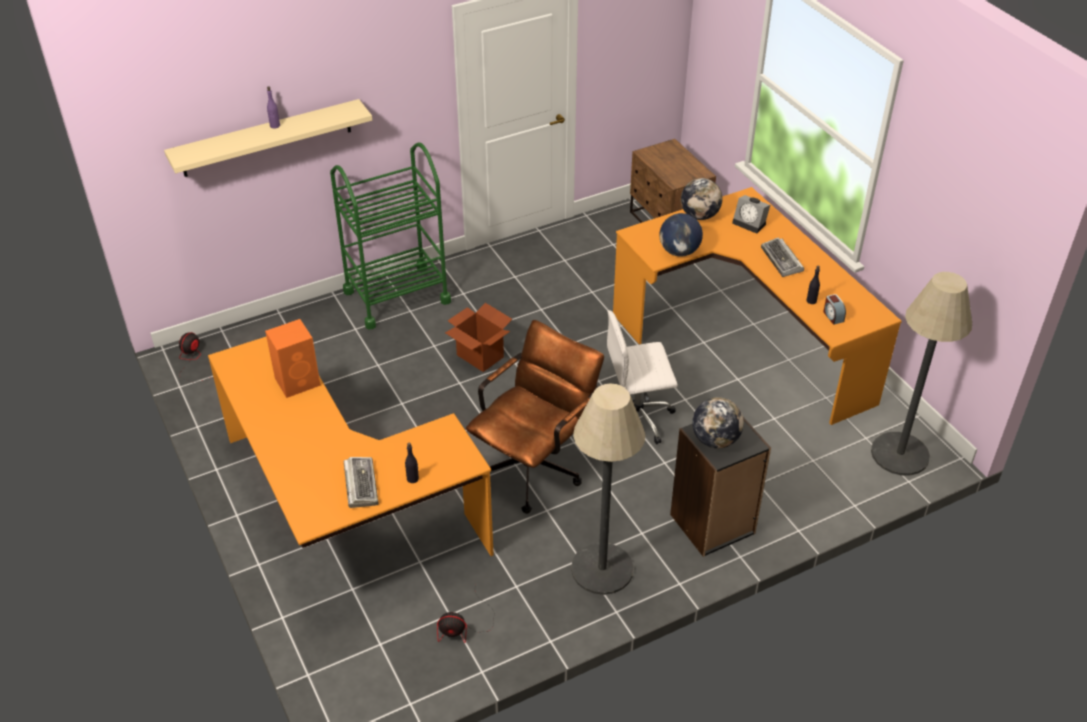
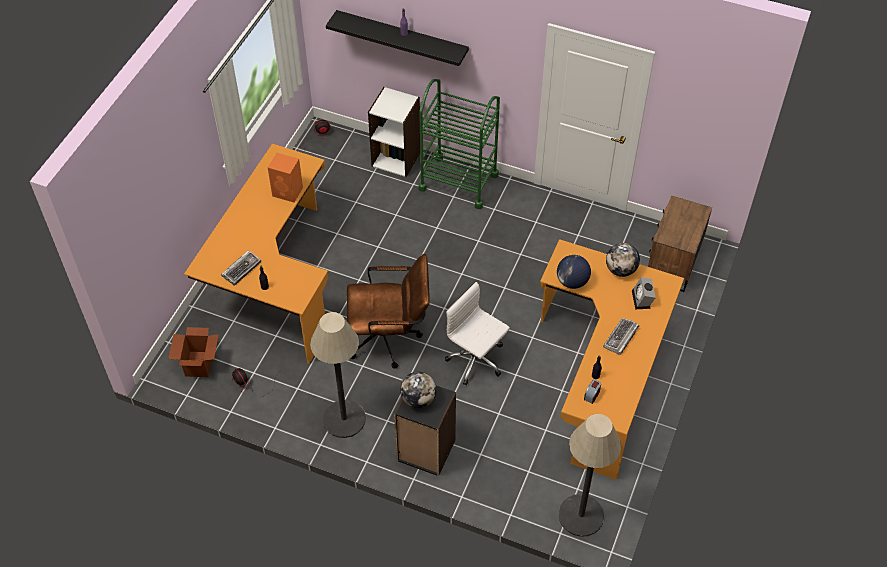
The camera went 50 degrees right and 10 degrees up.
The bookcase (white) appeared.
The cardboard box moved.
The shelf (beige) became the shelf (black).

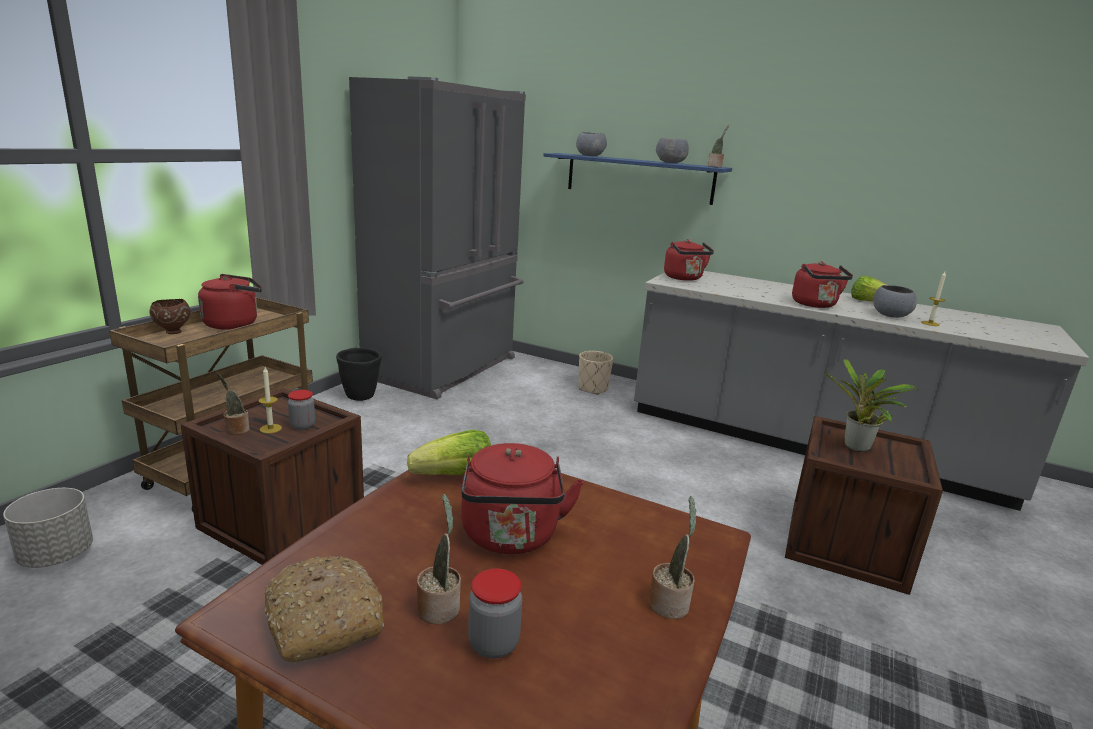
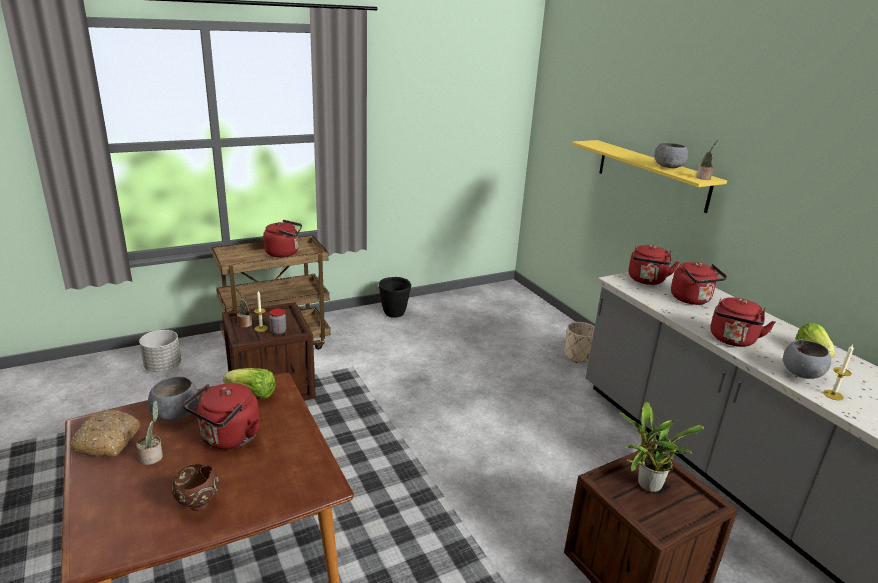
The camera went 35 degrees right and 5 degrees up.
The fridge (grey) disappeared.
The jar (no. 2 from left) disappeared.
The potted plant (no. 3 from left) disappeared.
The kettle (red) (no. 4 from left) appeared.
The bowl (brown) moved.
The bowl (grey) (no. 1 from left) moved.
The shelf (blue) became the shelf (yellow).

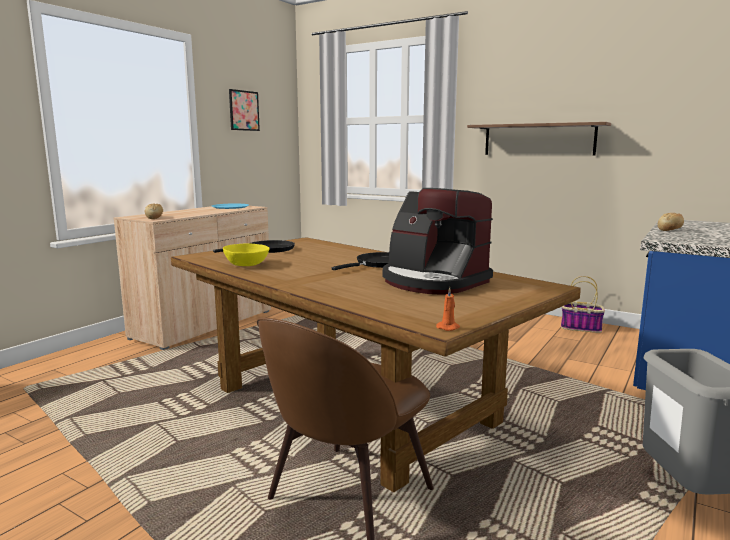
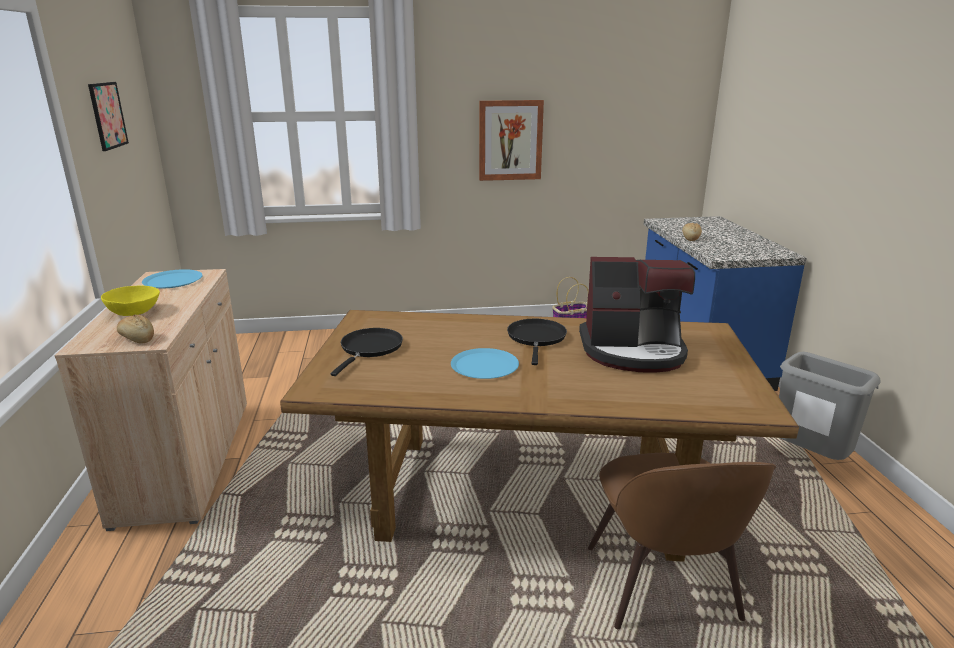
The camera went 40 degrees left and 10 degrees up.
The candle (orange) disappeared.
The plate (blue) (no. 2 from left) appeared.
The bowl (yellow) moved.
The shelf was replaced by the picture (no. 2 from left).

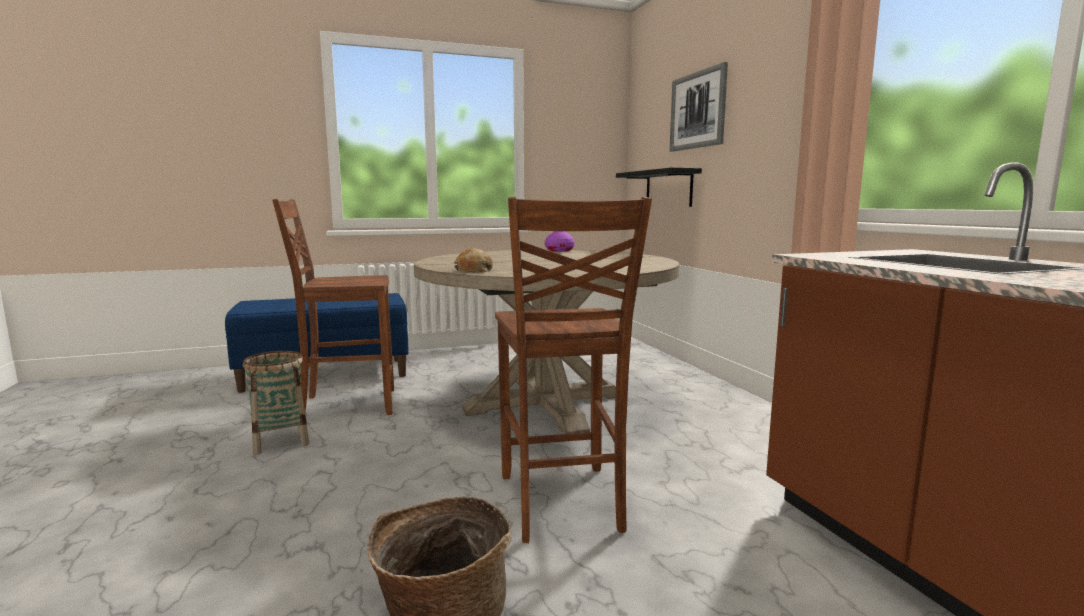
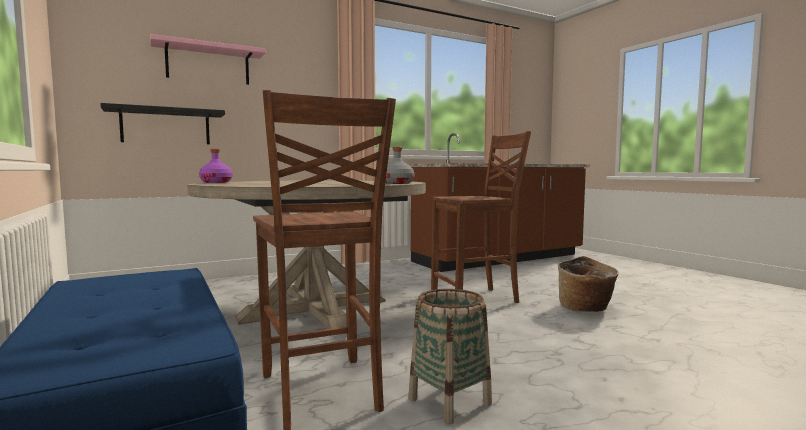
The camera went 100 degrees left and 5 degrees down.
The bread was replaced by the bottle (grey).
The picture was replaced by the shelf (pink).

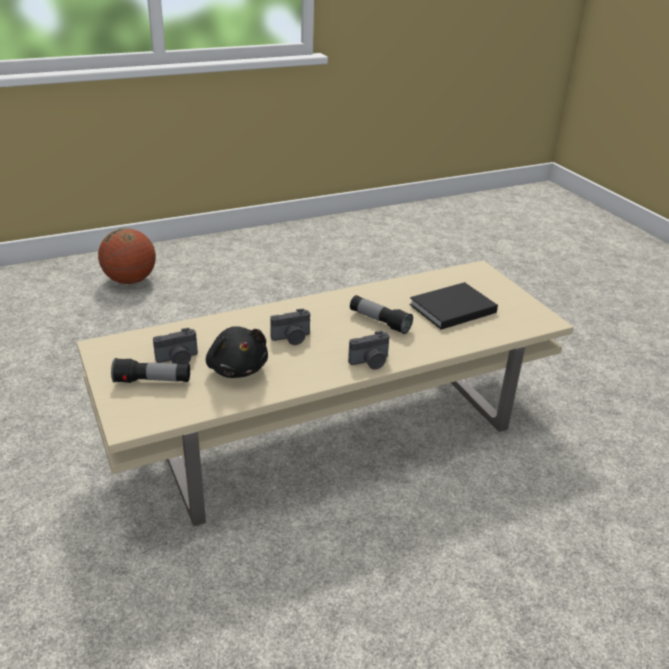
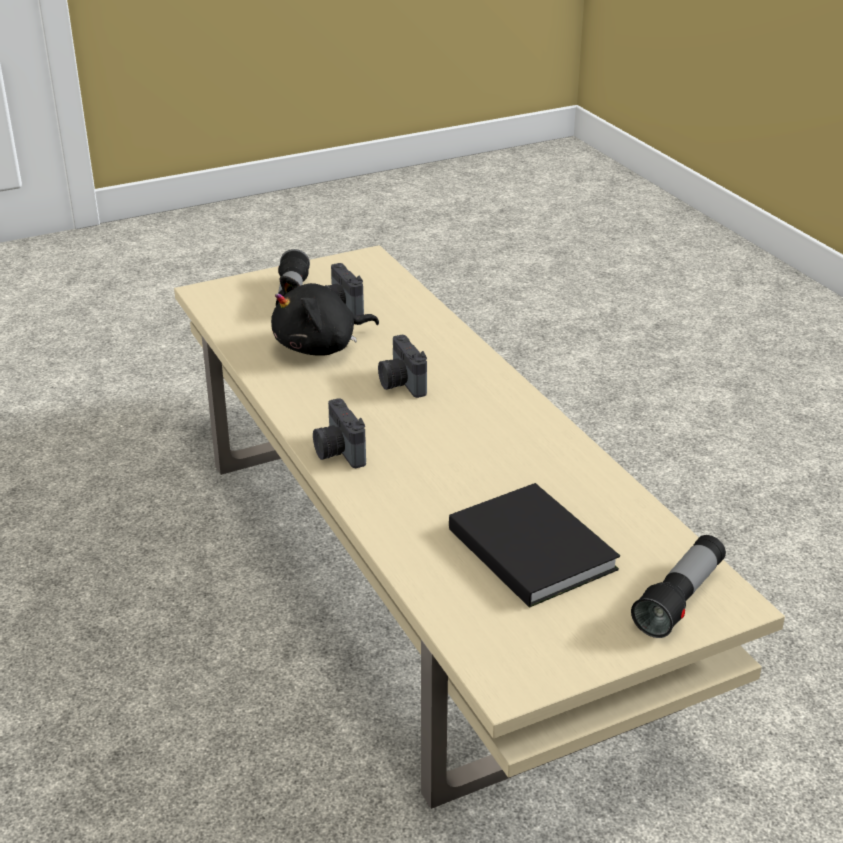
The camera went 90 degrees right and 0 degrees up.
The basketball disappeared.
The flashlight (no. 2 from left) moved.

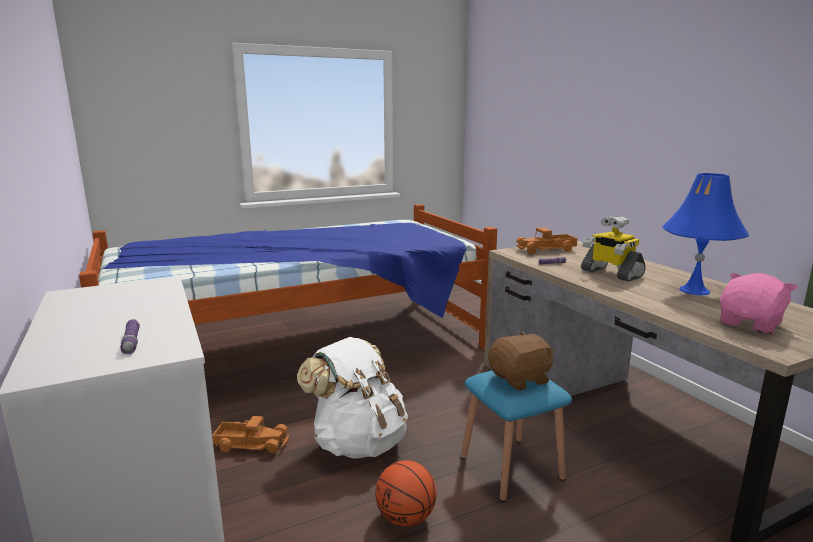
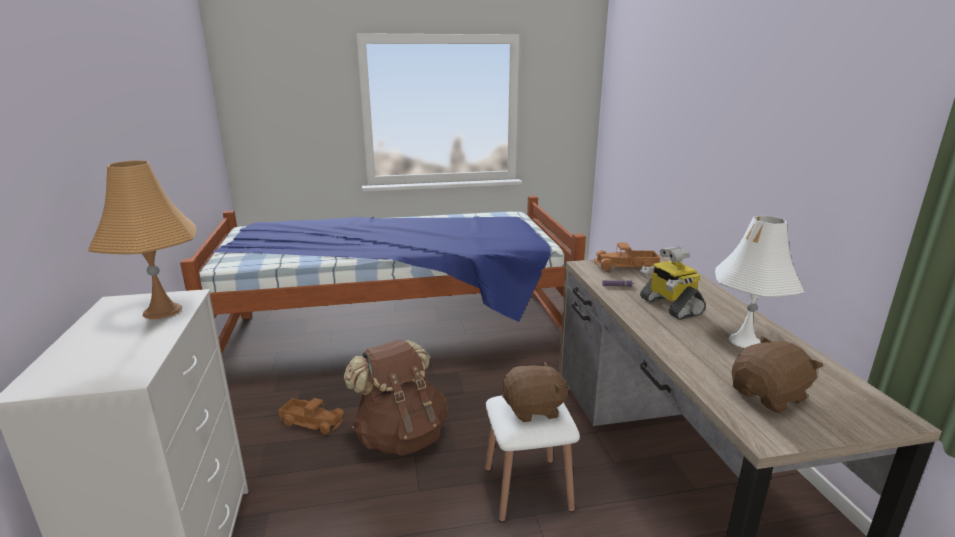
The camera went 15 degrees right and 5 degrees up.
The flashlight (purple) (no. 1 from left) disappeared.
The basketball disappeared.
The table lamp (orange) appeared.
The backpack (white) became the backpack (brown).
The stool (blue) became the stool (white).
The table lamp (blue) became the table lamp (white).
The plush toy (pink) became the plush toy (brown) (no. 2 from left).

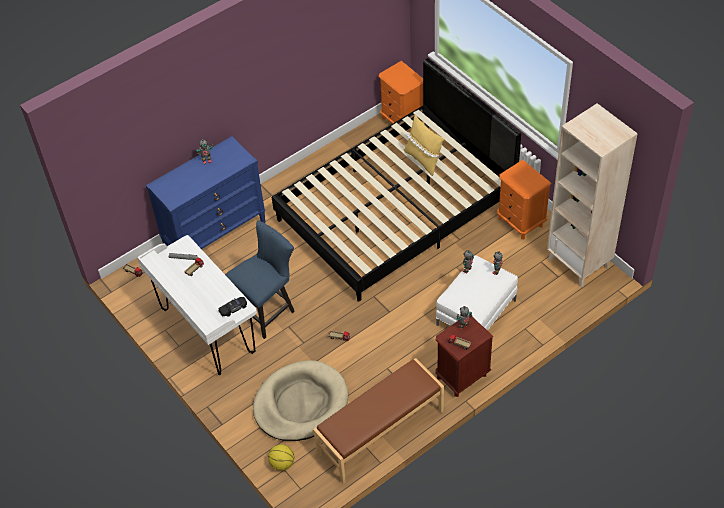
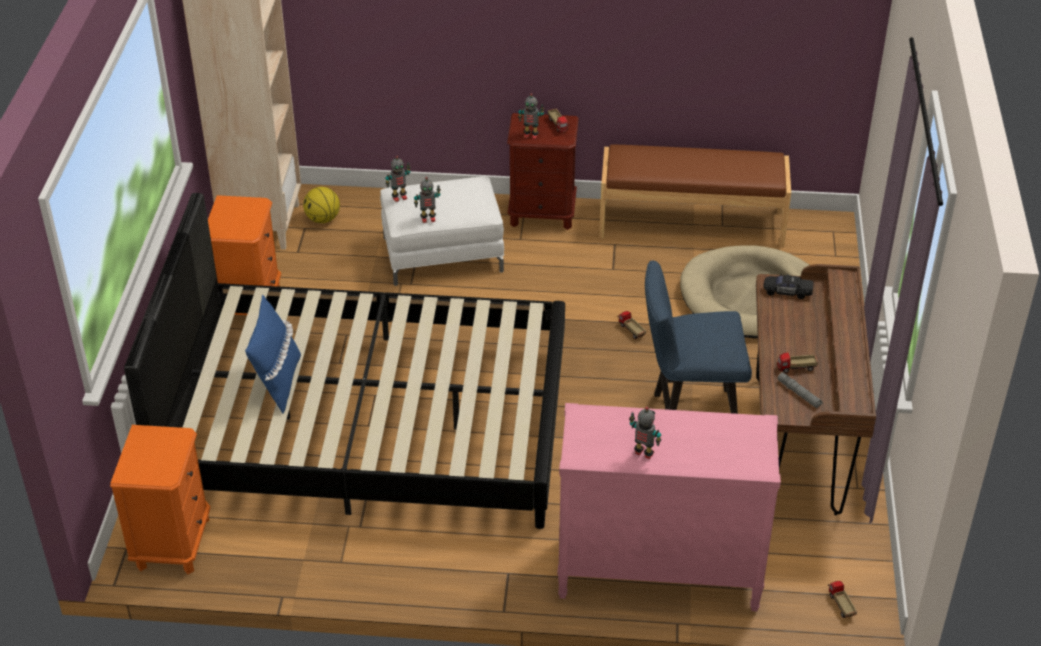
The camera went 140 degrees left and 10 degrees down.
The basketball moved.
The desk (white) became the desk (brown).
The dresser (blue) became the dresser (pink).
The pillow (yellow) became the pillow (blue).

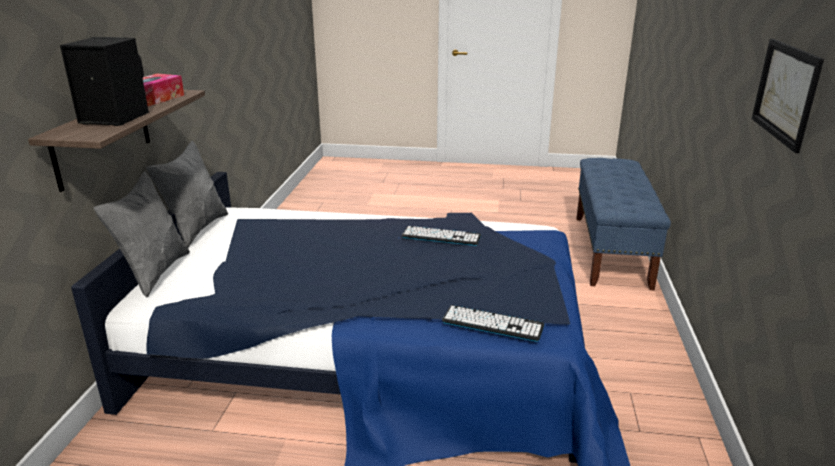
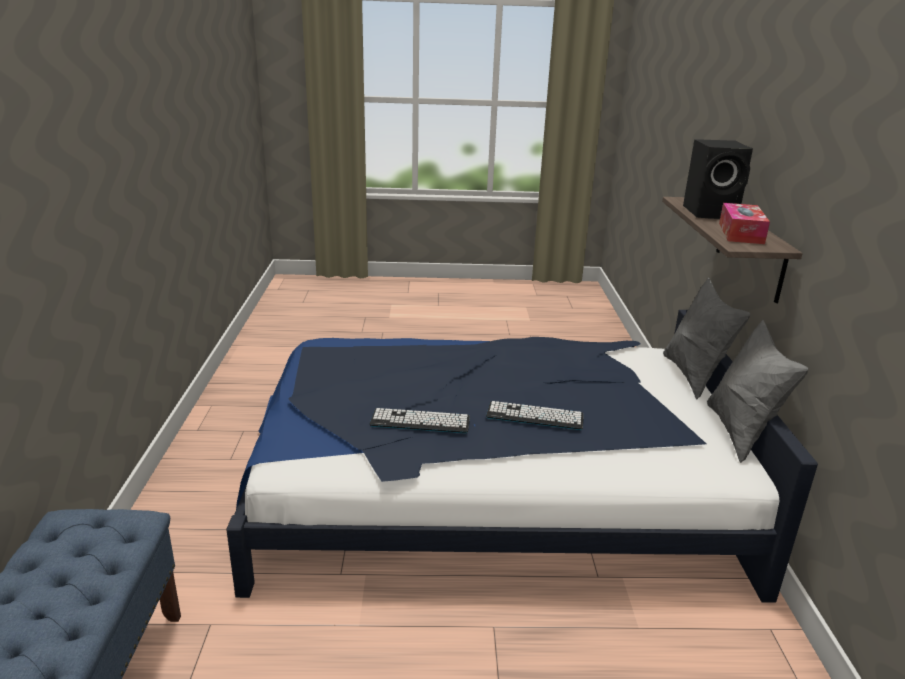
The camera went 170 degrees right and 0 degrees up.
The picture disappeared.
The keyboard (no. 2 from left) moved.

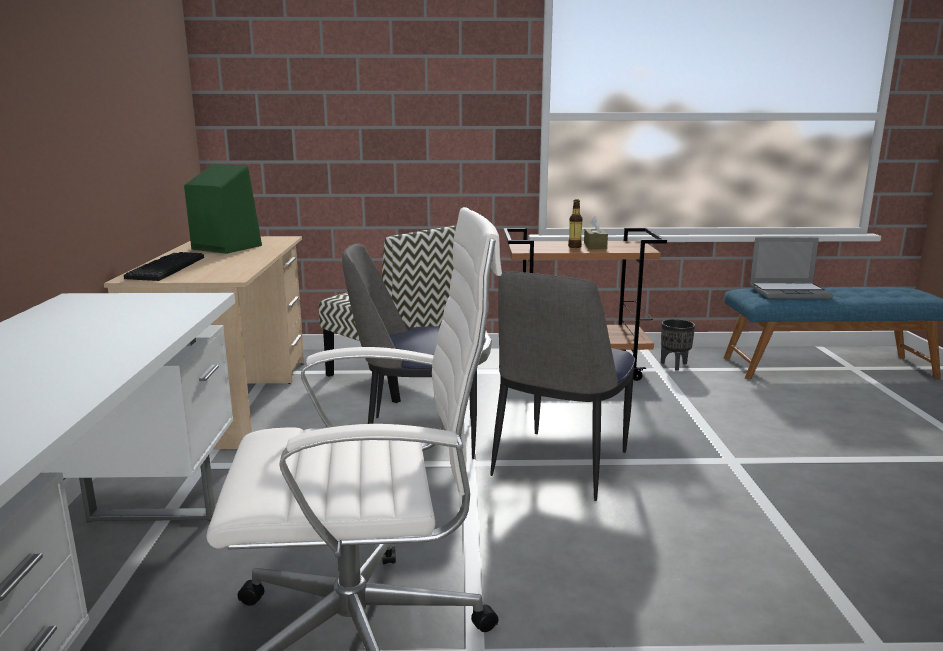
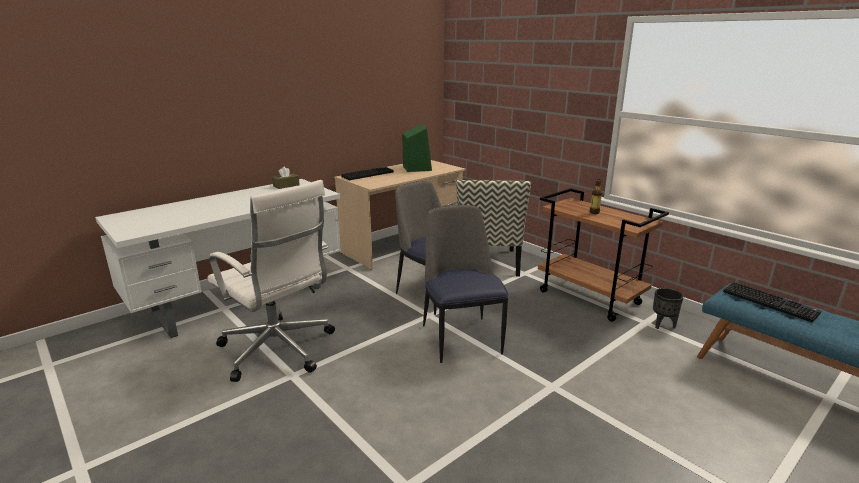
The camera went 50 degrees right and 5 degrees up.
The tissue box (brown) moved.
The laptop was replaced by the keyboard (no. 2 from left).
The chair (no. 3 from left in the first image) turned 90 degrees clockwise.

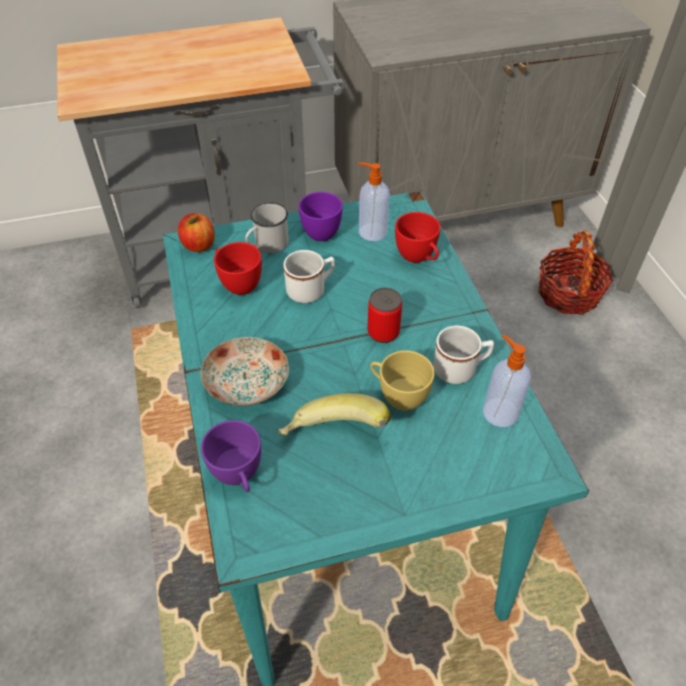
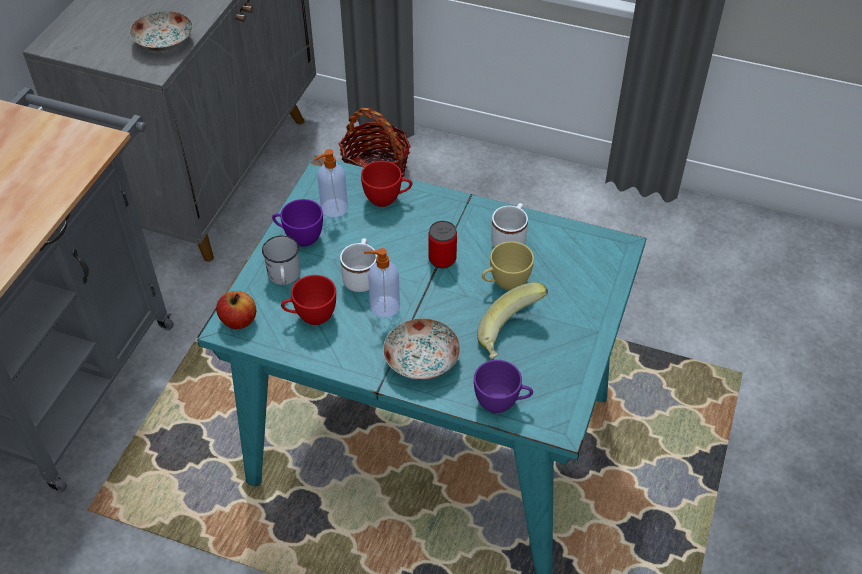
The camera went 55 degrees left and 0 degrees up.
The plate (no. 1 from left) appeared.
The soap dispenser (no. 2 from left) moved.

